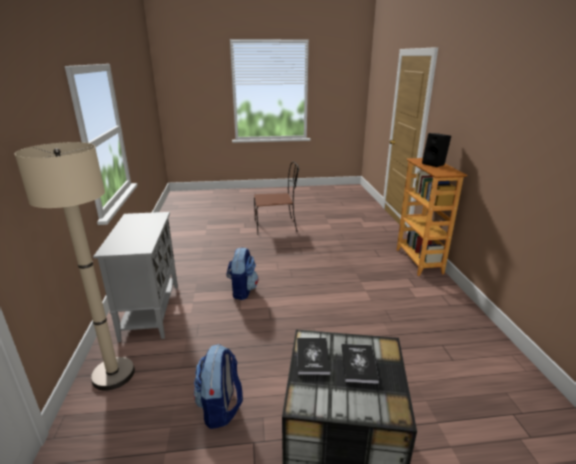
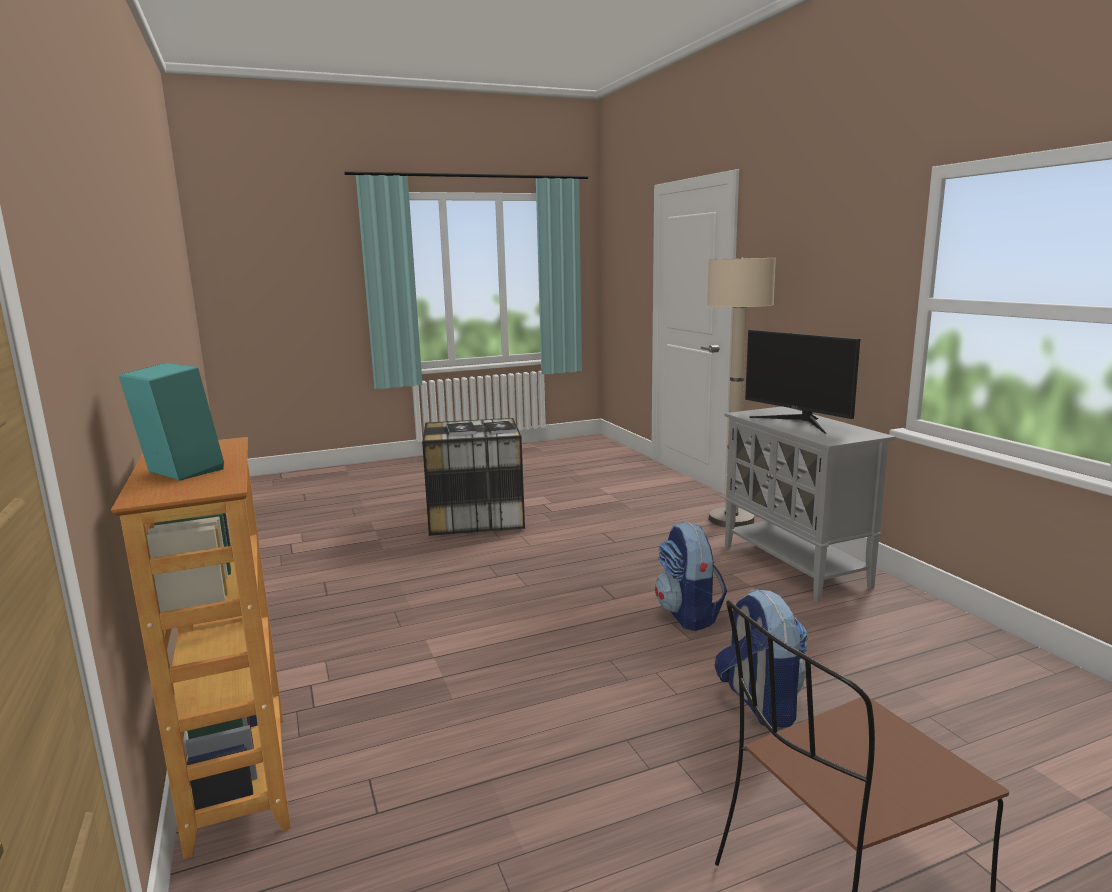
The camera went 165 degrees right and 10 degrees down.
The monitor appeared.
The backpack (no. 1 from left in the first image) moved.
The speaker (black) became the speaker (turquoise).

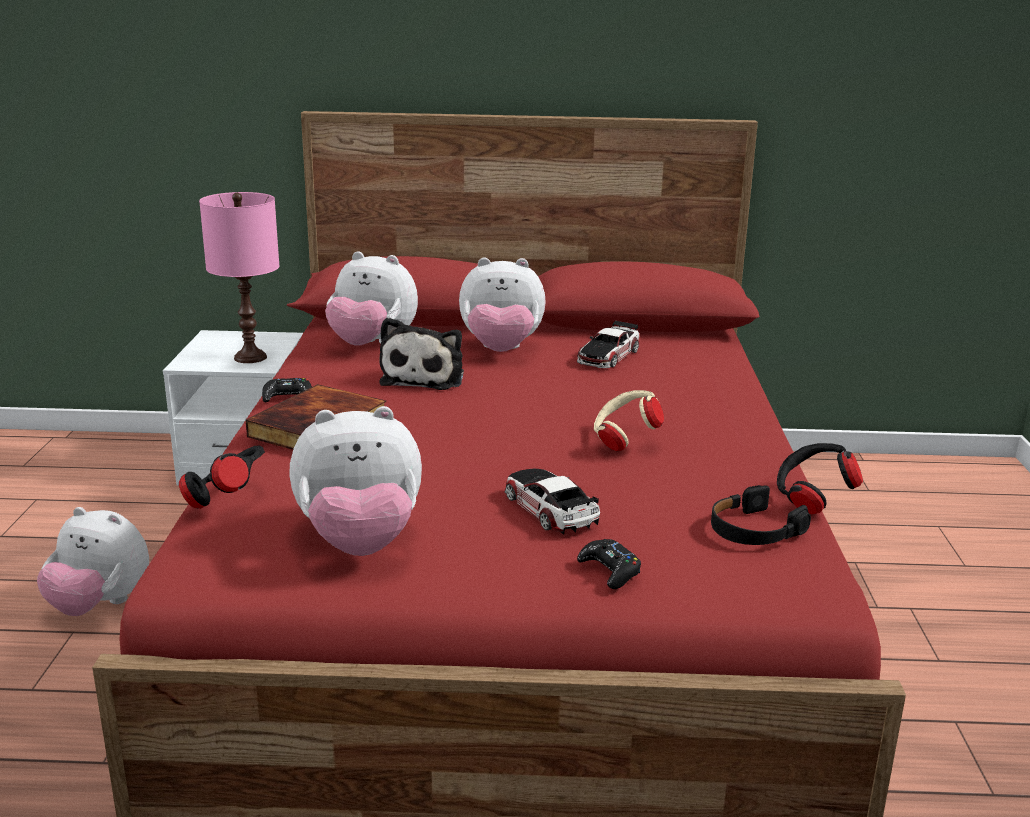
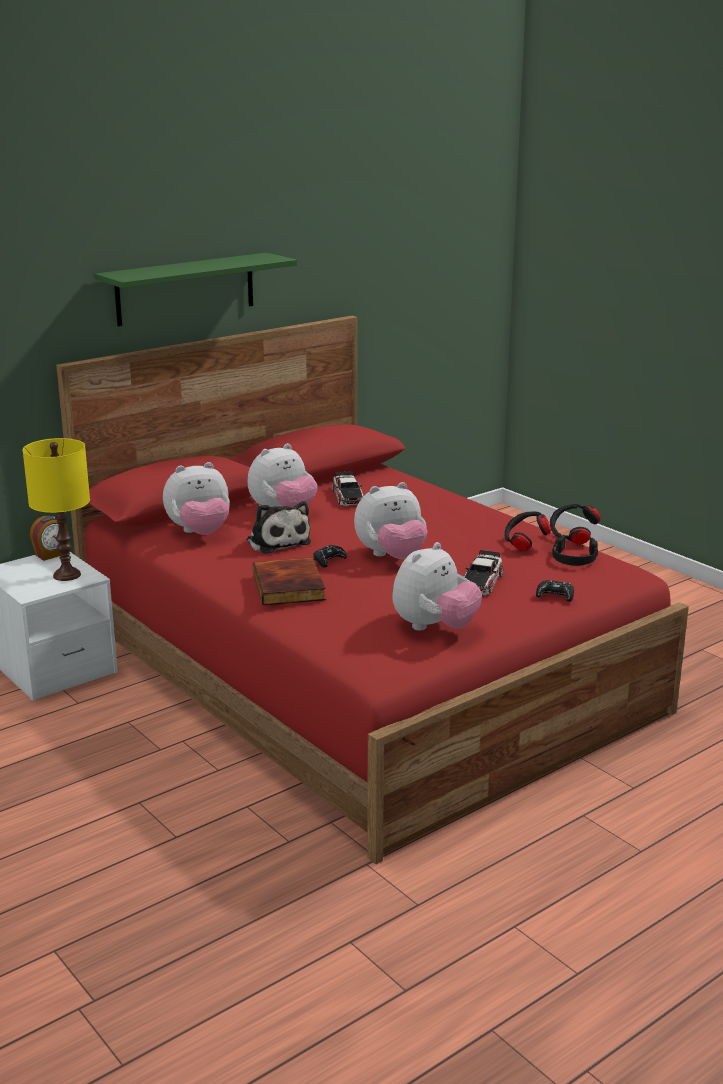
The camera went 40 degrees left and 0 degrees up.
The headphones (beige) disappeared.
The alarm clock appeared.
The shelf (green) appeared.
The plush toy (no. 1 from left in the first image) moved.
The headphones (black) (no. 1 from left) moved.
The game controller (black) (no. 1 from left) moved.
The table lamp (pink) became the table lamp (yellow).
The toy car (no. 1 from left in the first image) turned 90 degrees counterclockwise.

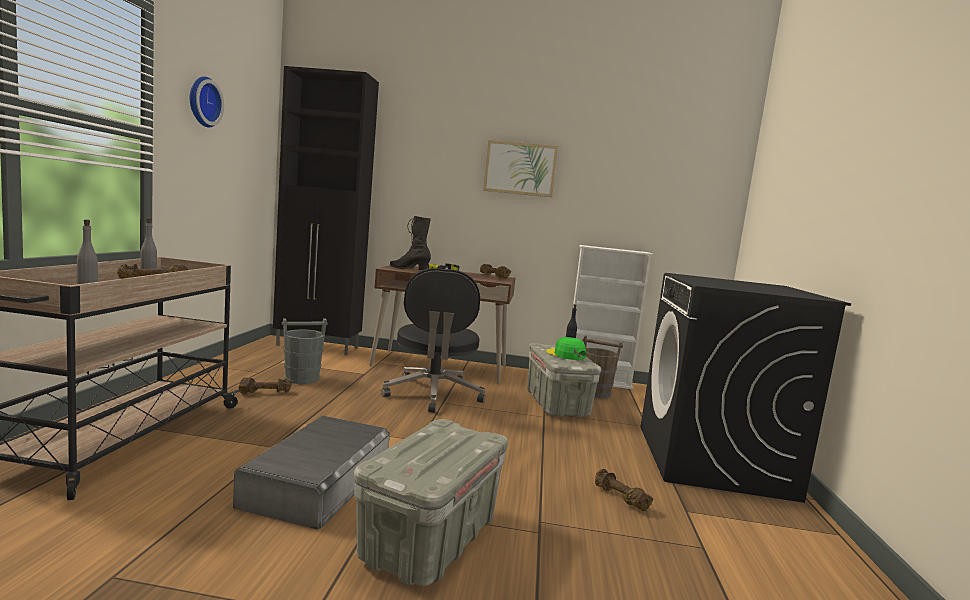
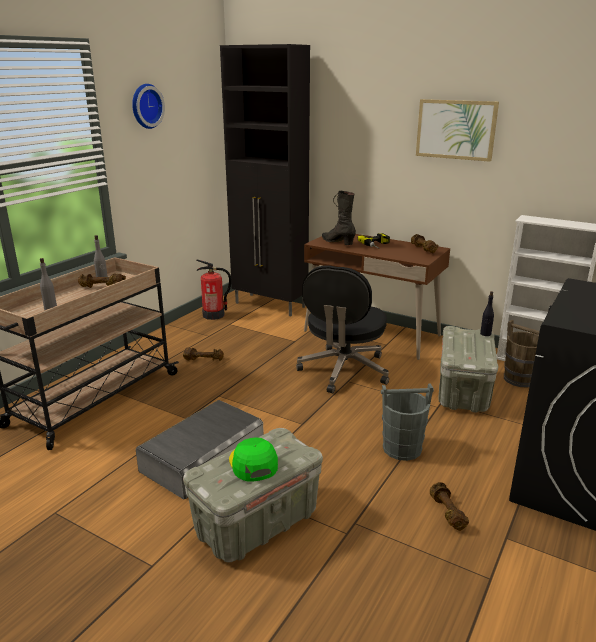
The camera went 25 degrees right and 15 degrees up.
The fire extinguisher appeared.
The bucket (grey) moved.
The cap (green) moved.

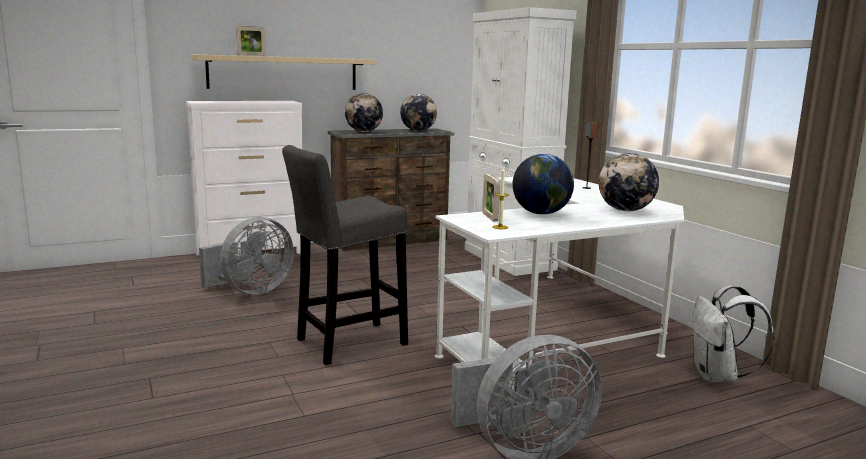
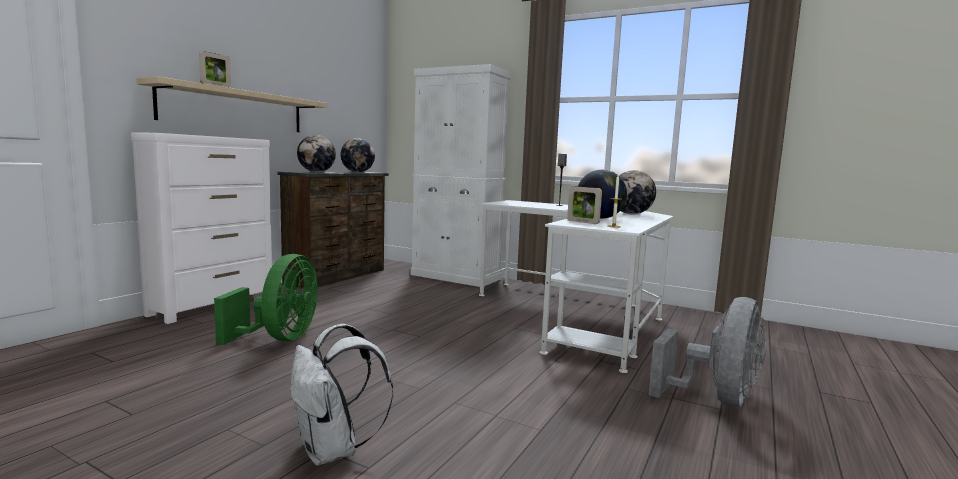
The camera went 35 degrees left and 5 degrees down.
The stool (grey) disappeared.
The backpack (white) moved.
The fan (grey) (no. 1 from left) became the fan (green).

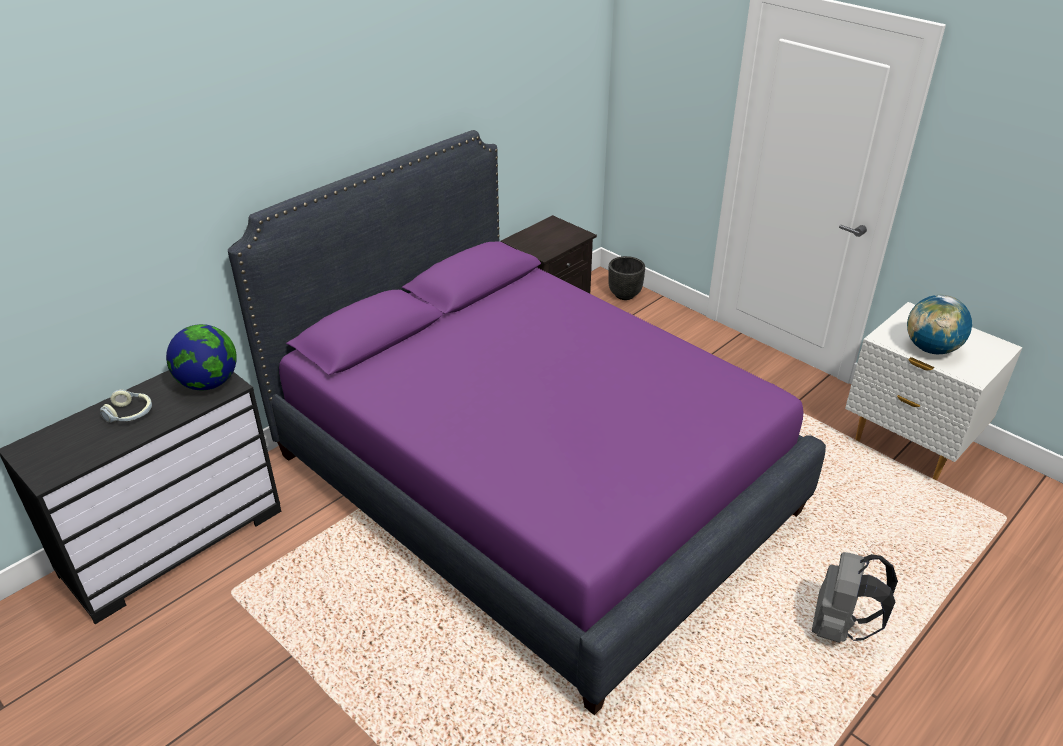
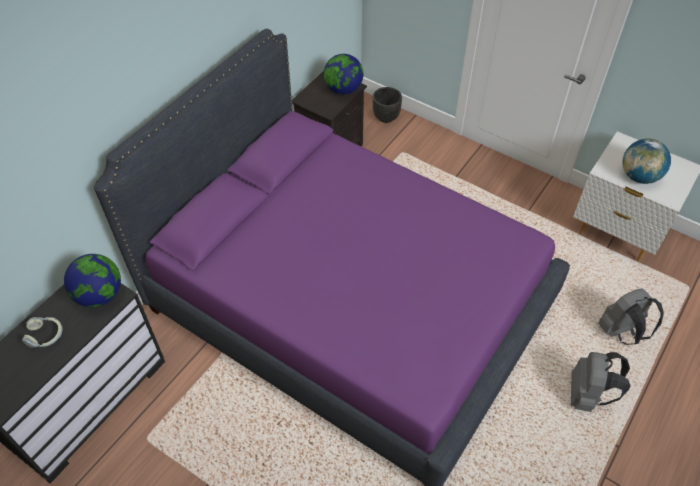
The camera went 10 degrees left and 15 degrees up.
The globe (no. 2 from left) appeared.
The backpack (grey) (no. 2 from left) appeared.

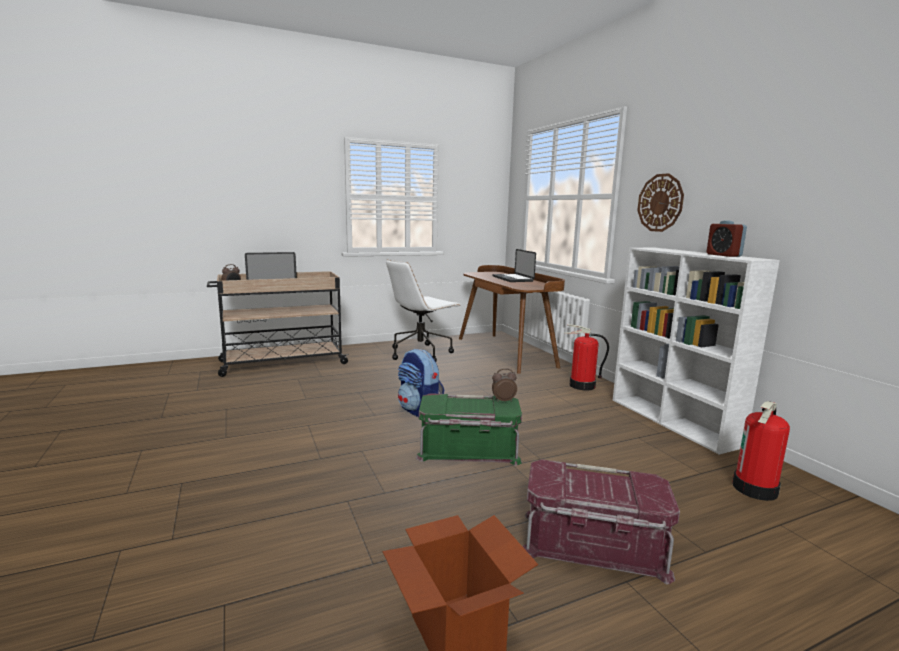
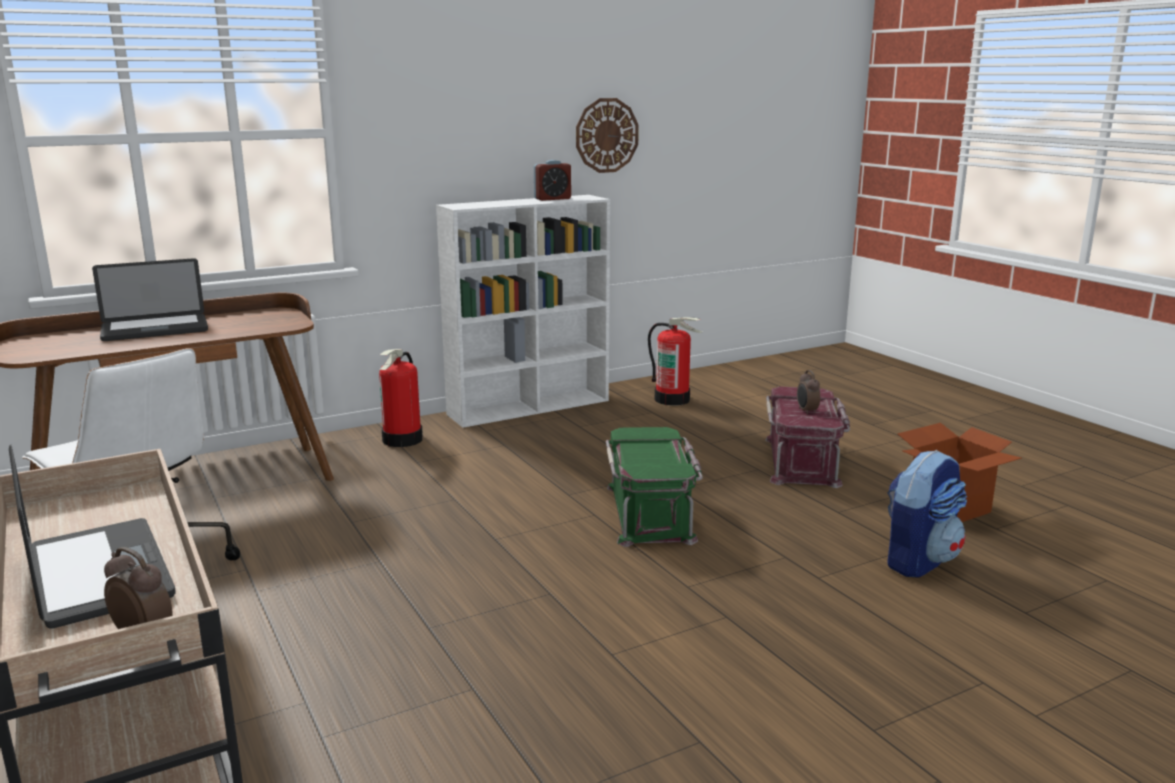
The camera went 95 degrees left and 5 degrees up.
The backpack moved.
The alarm clock (no. 2 from left in the first image) moved.
The wall clock moved.

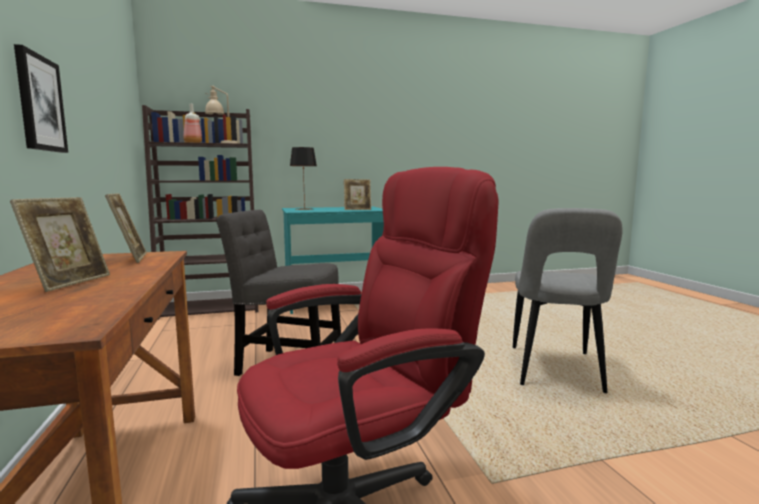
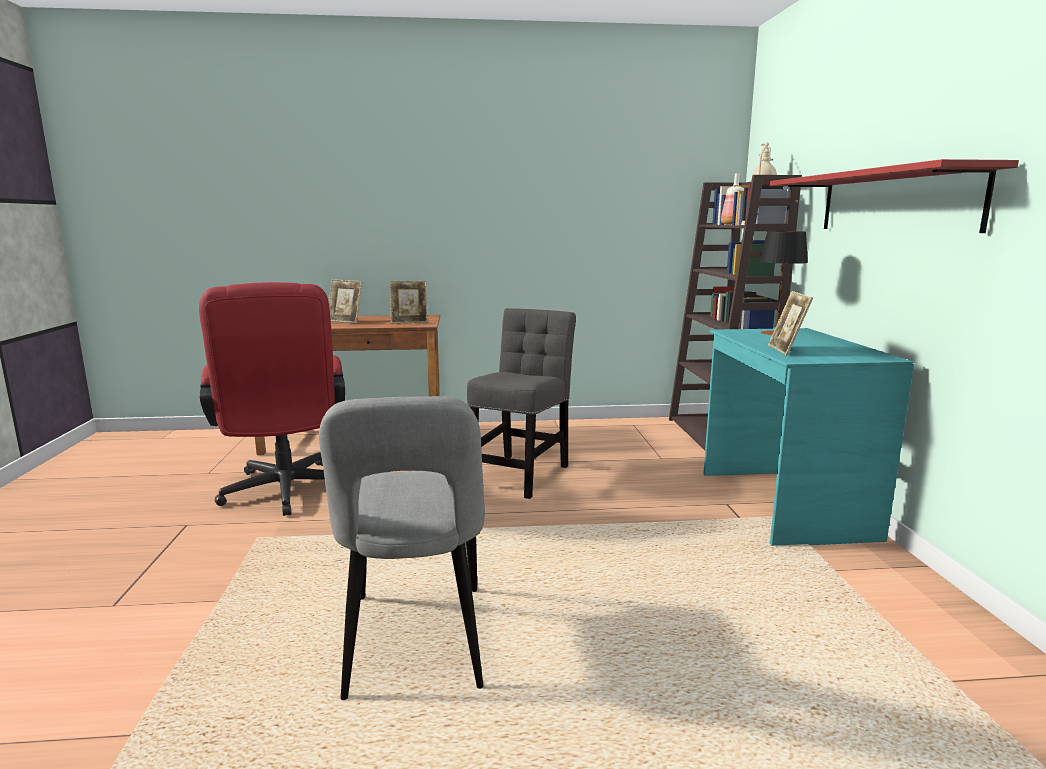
The camera went 100 degrees right and 5 degrees up.
The picture disappeared.
The shelf (red) appeared.
The chair (grey) (no. 2 from left in the first image) turned 120 degrees counterclockwise.

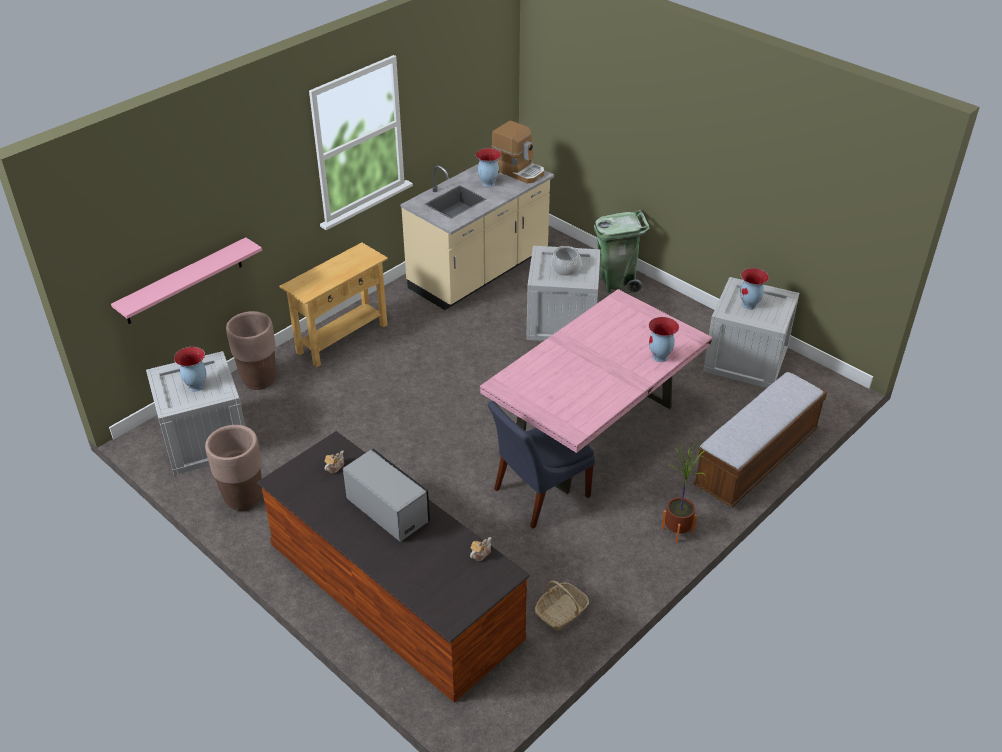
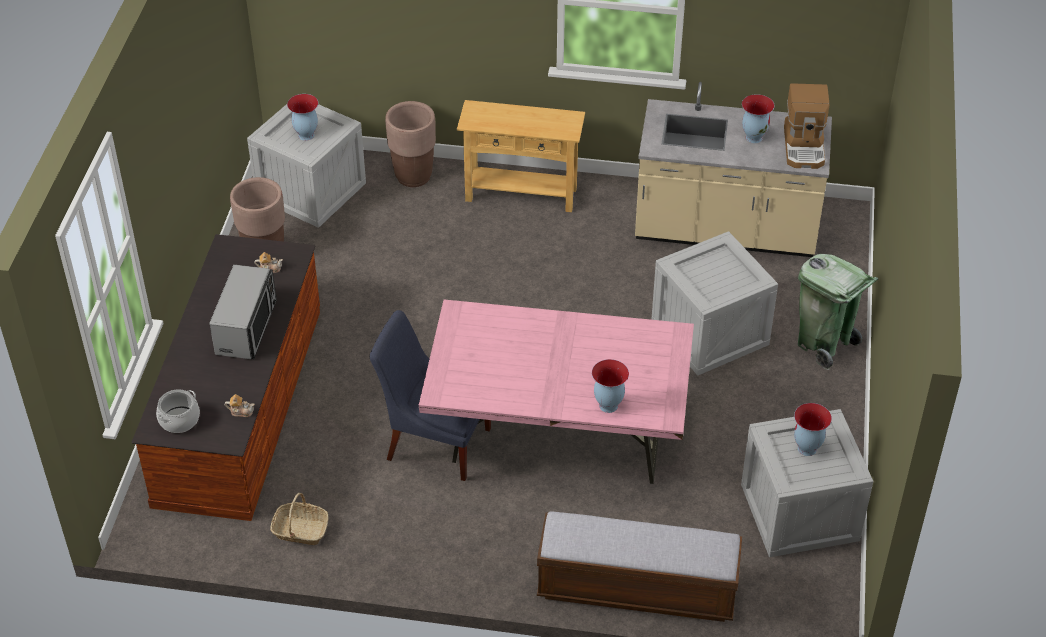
The camera went 55 degrees right and 5 degrees up.
The shelf (pink) disappeared.
The potted plant disappeared.
The cooking pot moved.

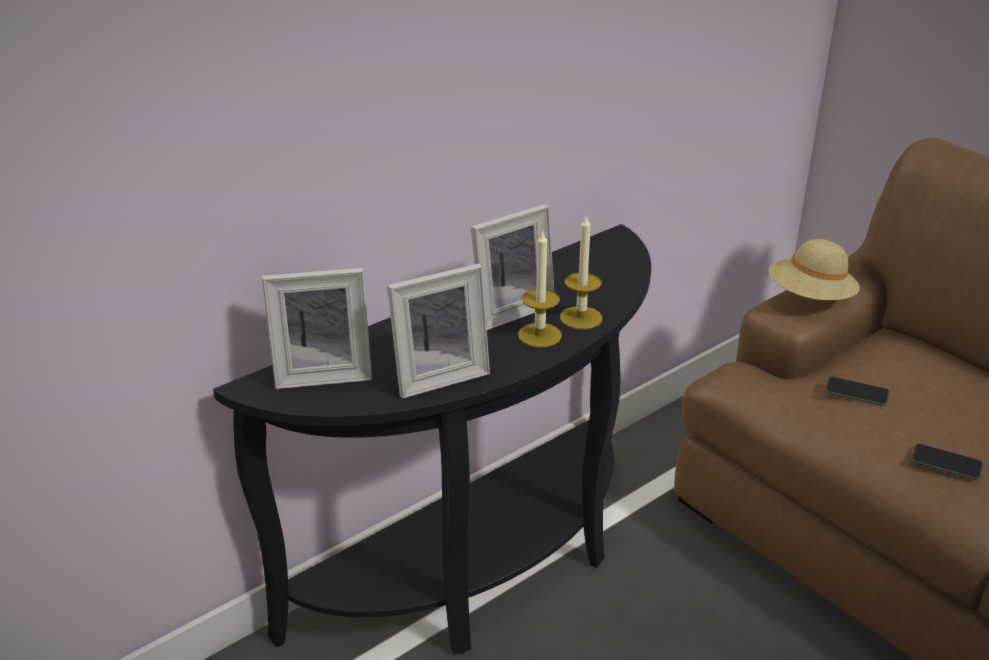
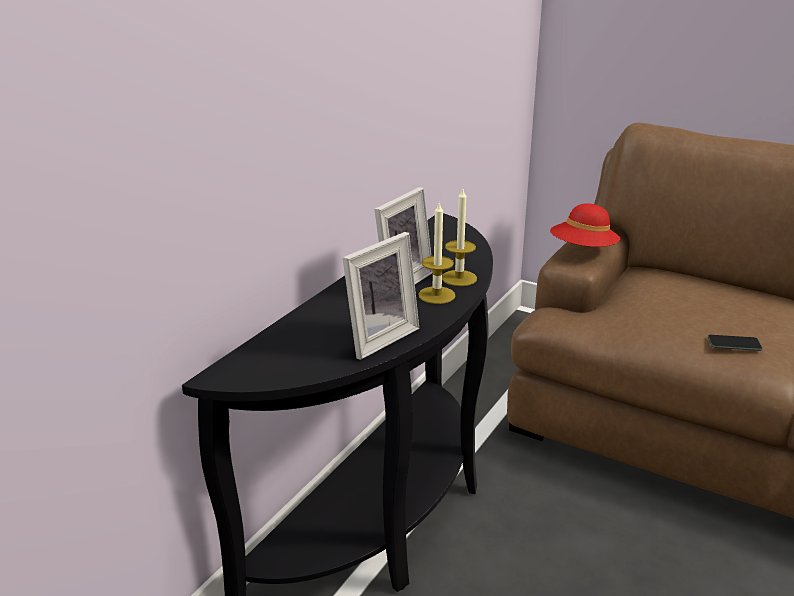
The camera went 20 degrees left and 5 degrees down.
The picture frame (no. 1 from left) disappeared.
The phone (no. 1 from left) disappeared.
The hat (beige) became the hat (red).

